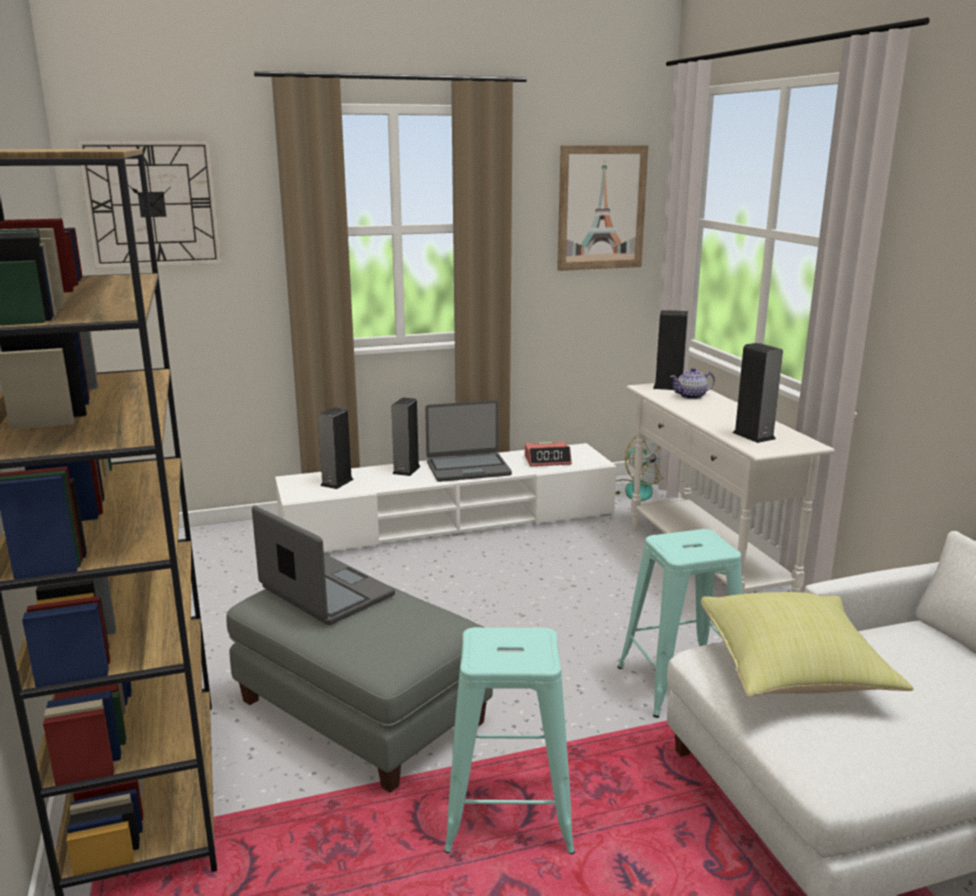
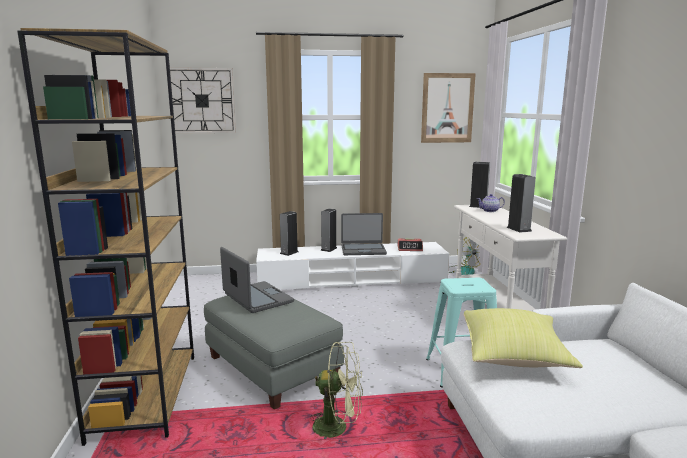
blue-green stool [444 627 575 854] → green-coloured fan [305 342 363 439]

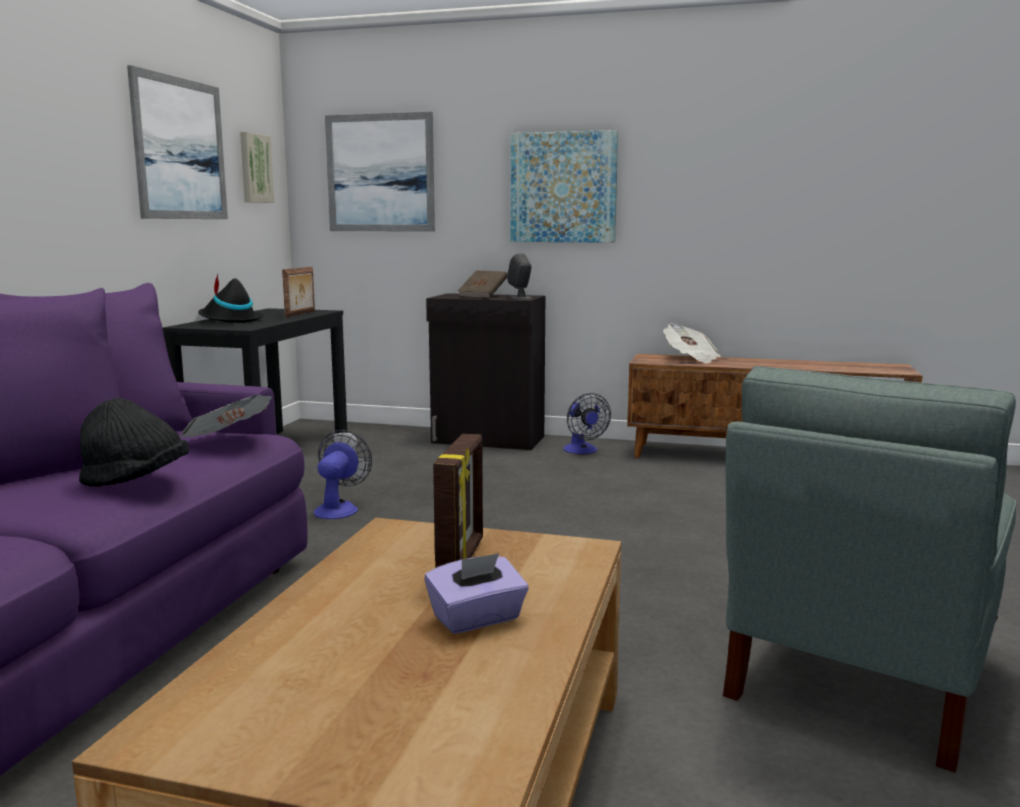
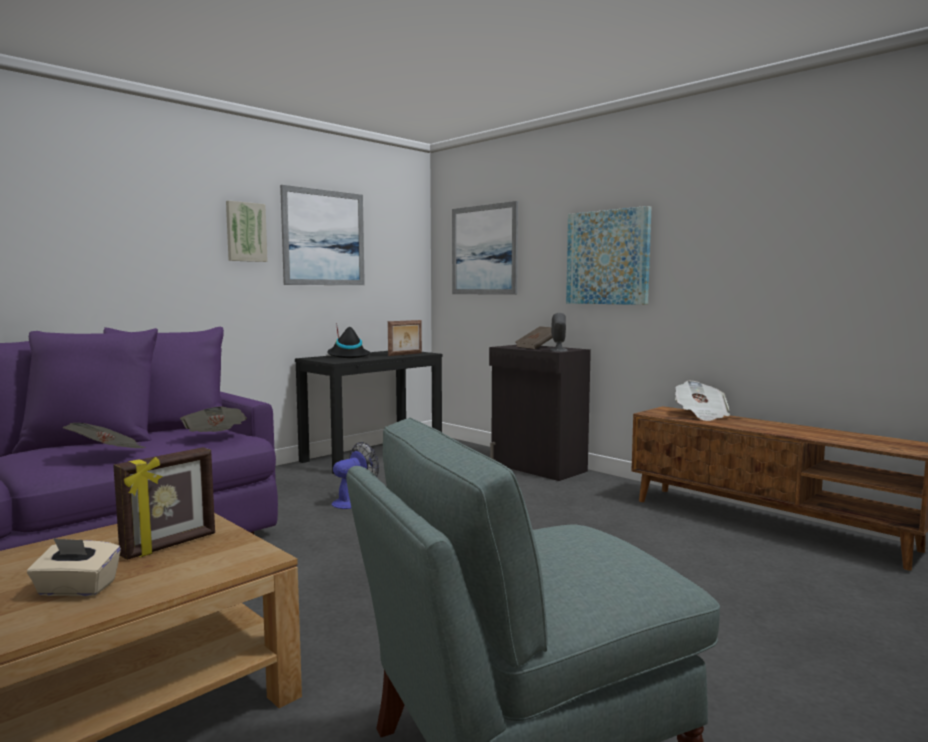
fan [563 393 611 454] → -
wall picture [240 132 274 203] → wall picture [226 201 268 262], move
black wearable hat [79 398 189 487] → daily paper [62 423 146 448]
purple tissue holder [424 553 529 634] → sand-coloured tissue holder [27 538 121 596]

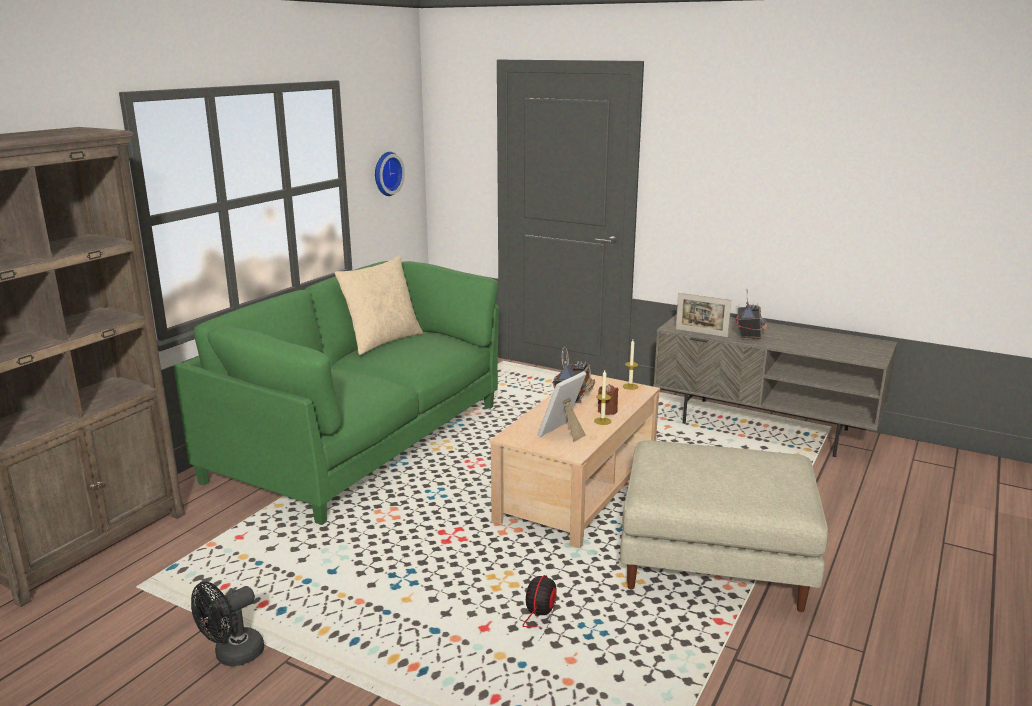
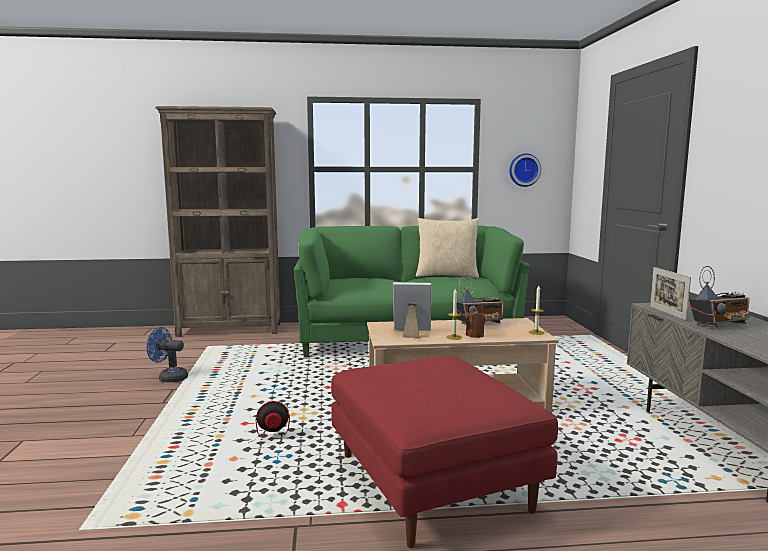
black fan [191 582 264 666] → bluish fan [146 327 188 383]
sand-coloured footrest [620 440 828 612] → reddish footrest [331 356 558 548]

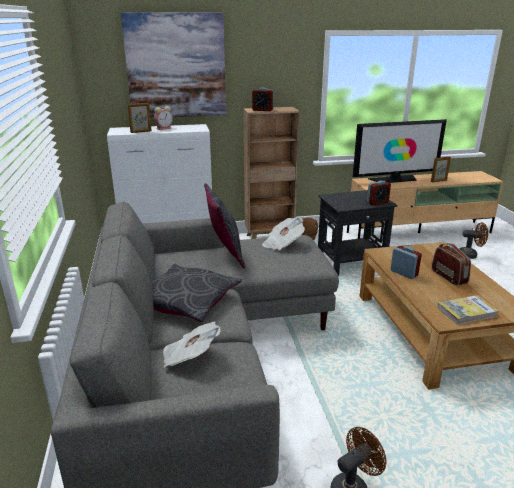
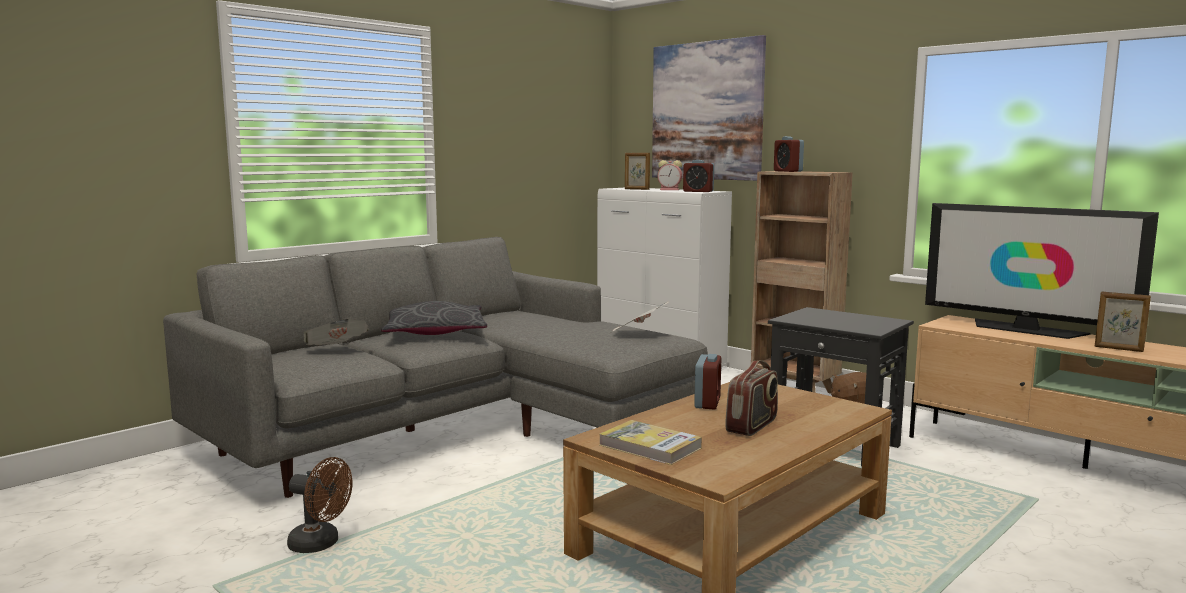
grey cushion [204 183 245 269] → -
brownish fan [459 222 488 259] → -
alarm clock [367 181 391 206] → alarm clock [683 160 714 192], move

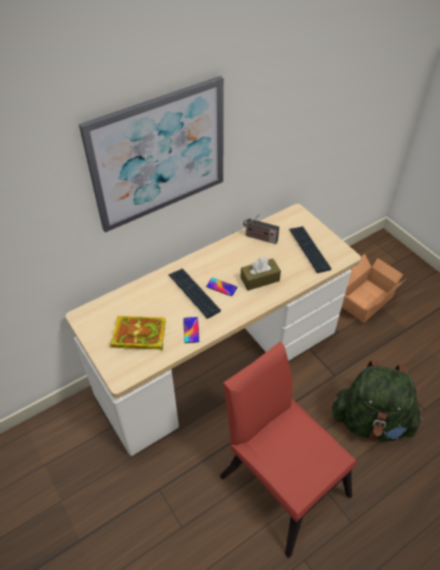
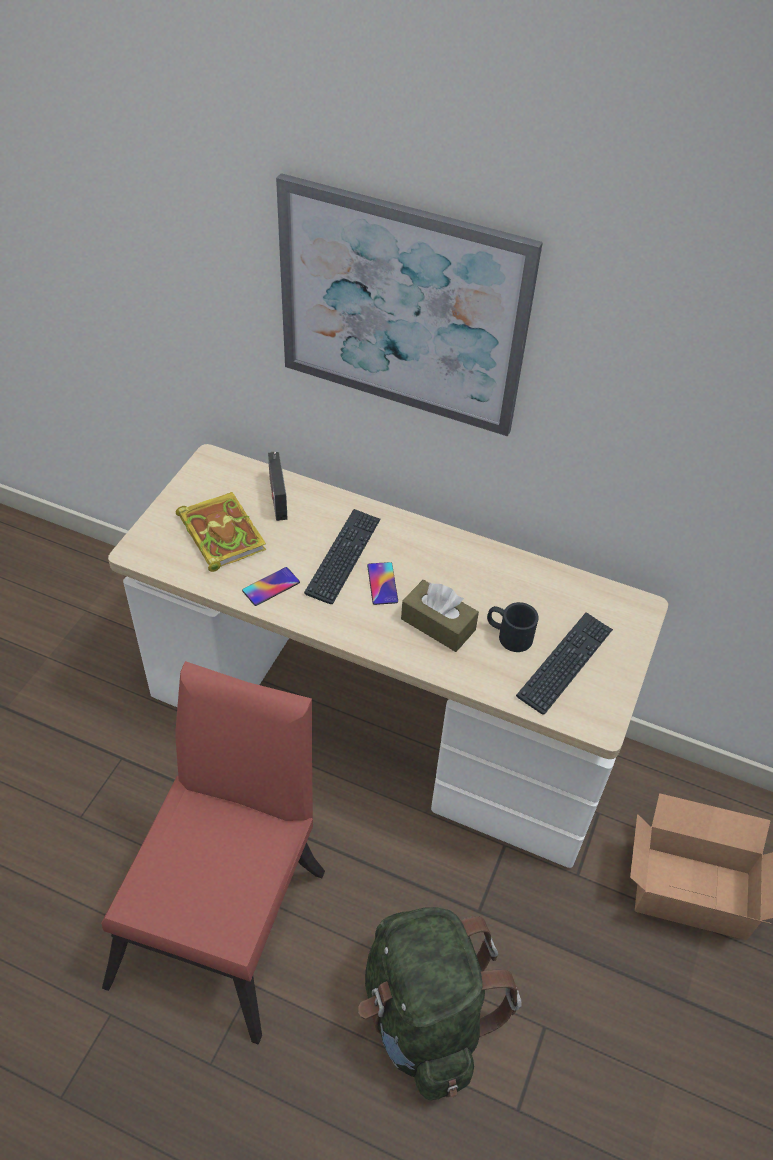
- → black mug [487 602 539 652]
radio receiver [243 215 279 244] → radio receiver [268 451 288 521], move

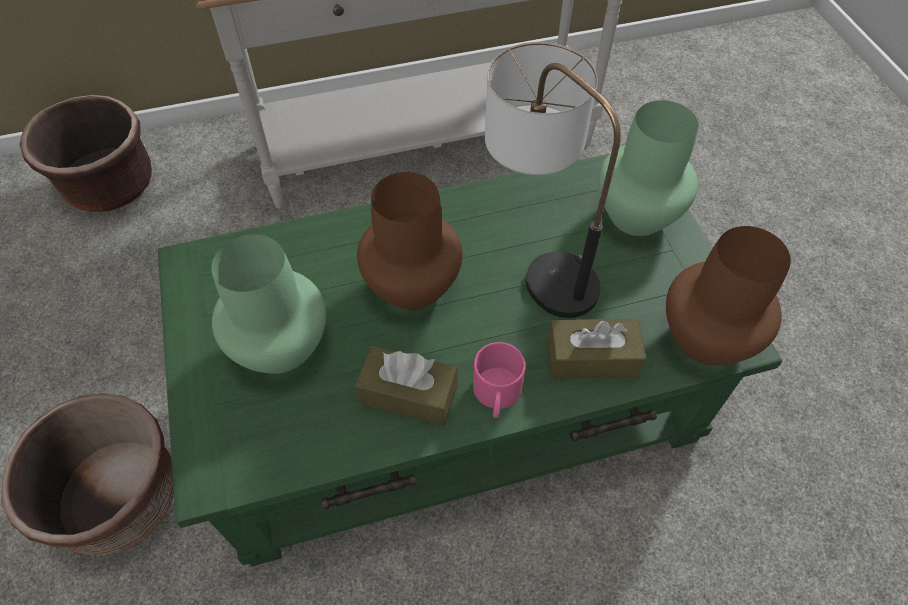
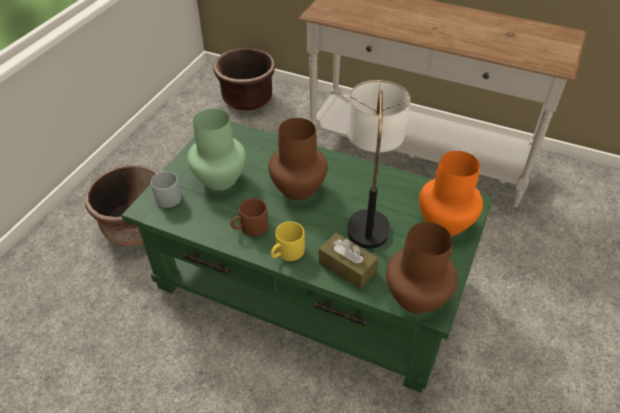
- → grey mug [151 171 182 208]
brownish tissue holder [355 345 458 426] → brownish mug [230 198 268 236]
pinkish mug [473 342 525 418] → yellow-coloured mug [271 221 305 261]
green-coloured decorative vase [598 100 698 236] → orange decorative vase [419 151 483 236]

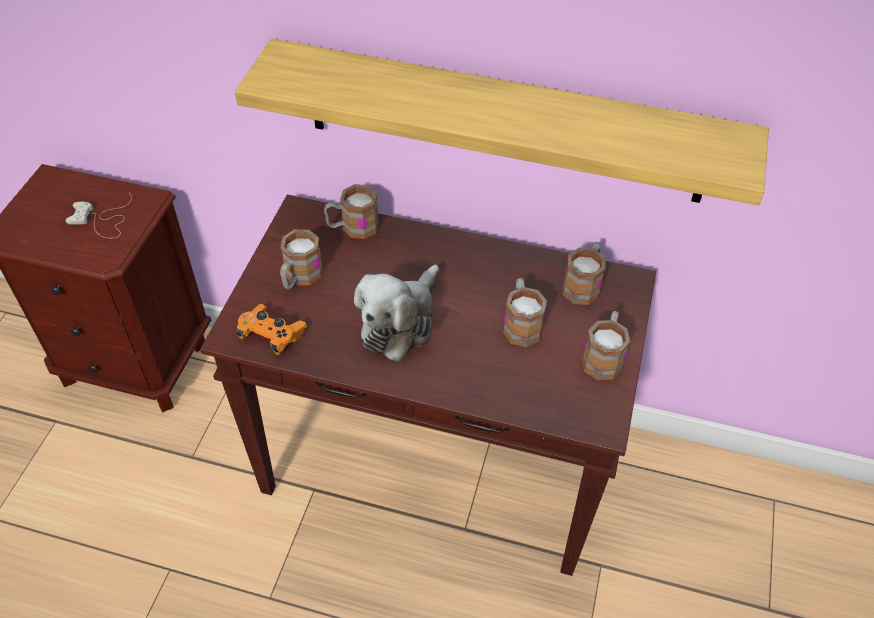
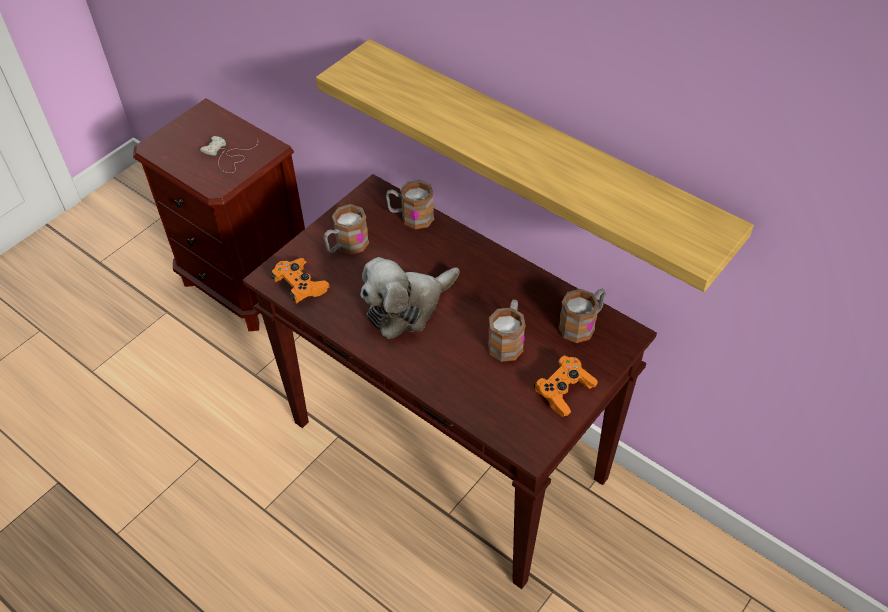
mug [582 311 631 380] → orange game controller [534 356 598 417]

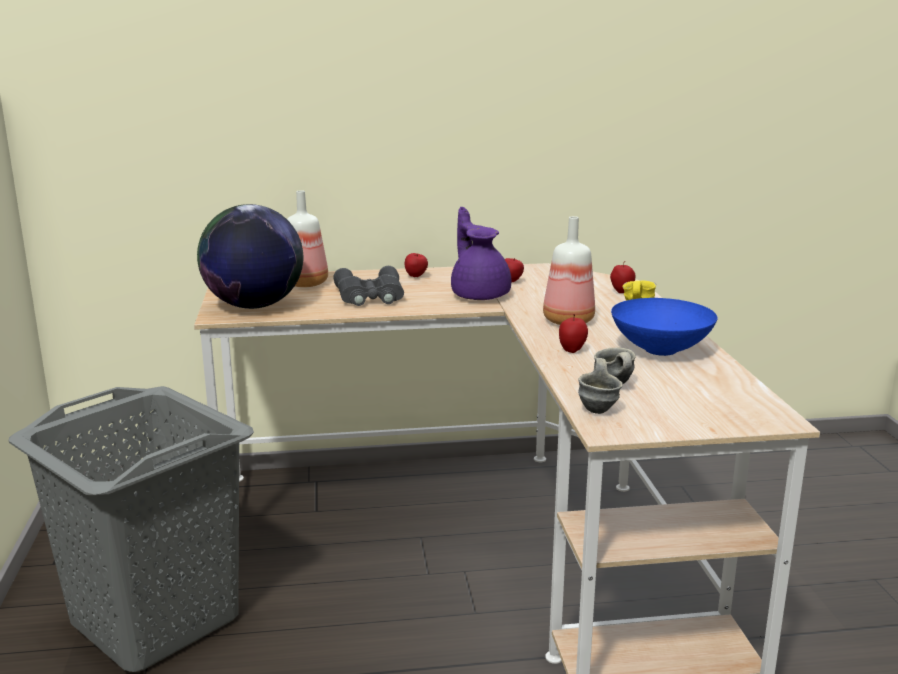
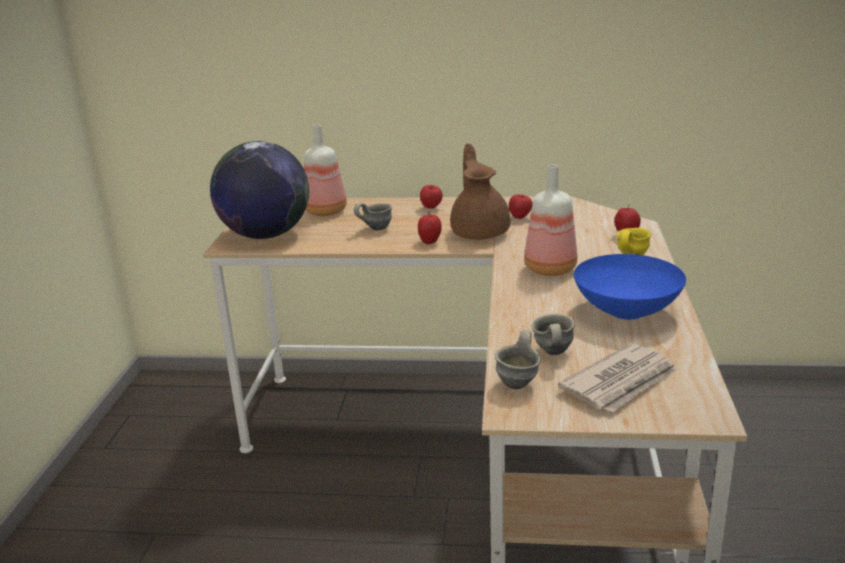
grey laundry basket [9 386 254 672] → -
- → daily paper [558 343 677 412]
apple fruit [559 314 588 353] → apple fruit [418 212 442 245], move
grey binoculars [333 266 404 306] → grey mug [354 203 392 230]
purple pot for tea [451 207 511 300] → brownish pot for tea [450 143 510 240]

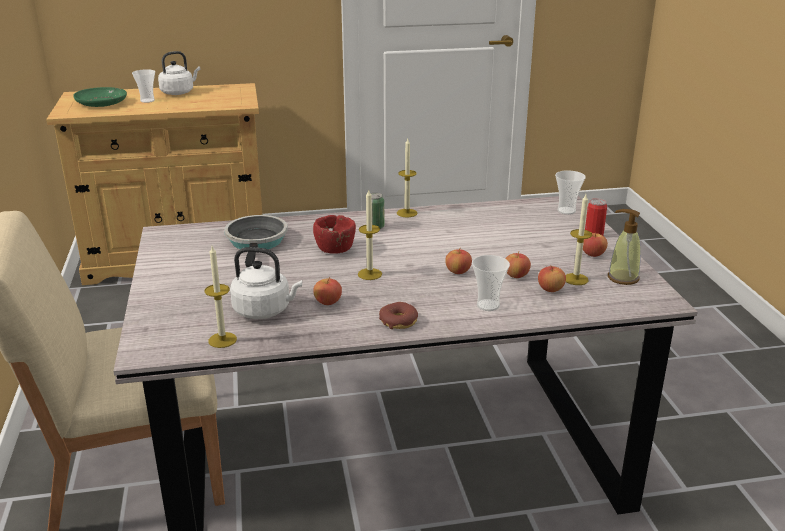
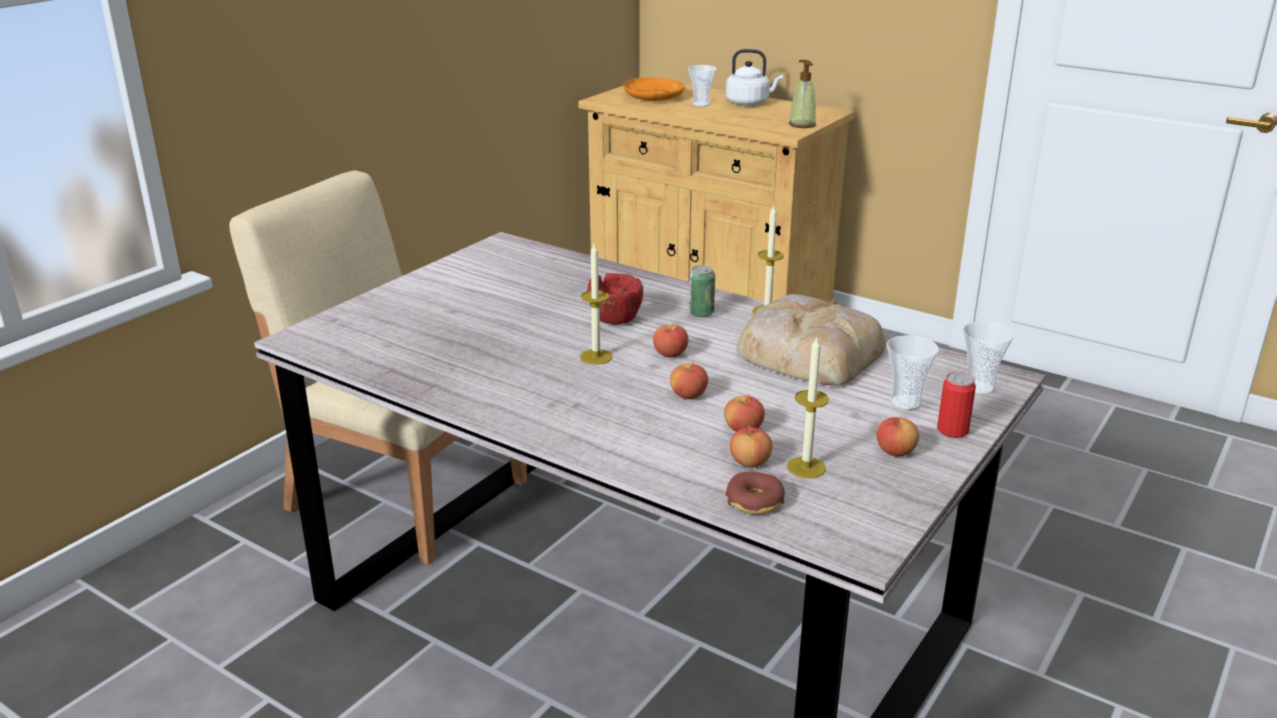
wax light [204 246 237 348] → -
skillet [225 215 288 267] → -
whitish kettle [230 247 302 319] → -
- → bread [737 294 886 386]
apple fruit [313 277 342 305] → apple fruit [653 323 689 358], move
doughnut [379 302 418 329] → doughnut [725 472 785 515], move
small cup [472 255 510 311] → small cup [887 335 939 411], move
soap dispenser [608 209 641 285] → soap dispenser [789 60 816 128], move
green-coloured plate [73 87 127 107] → orange plate [623 77 685 101]

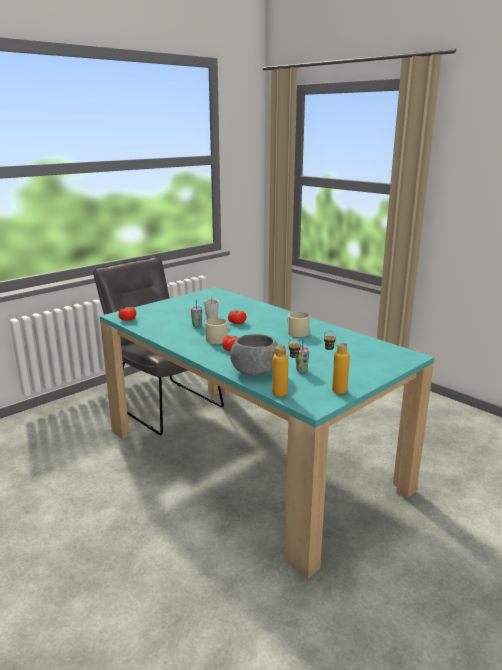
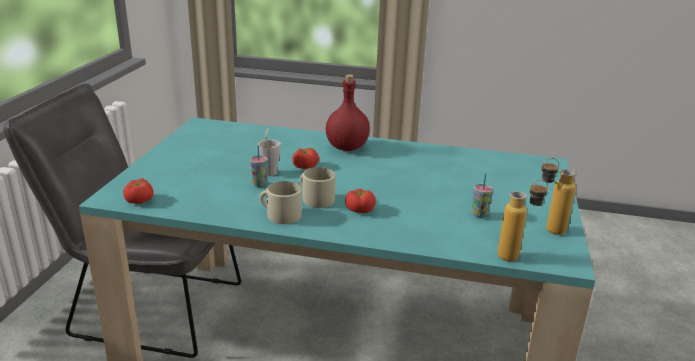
grey deep dish [230 334 278 376] → -
- → reddish drink bottle [326 74 370 151]
sand-coloured mug [287 312 310 337] → sand-coloured mug [259 181 302 224], move

